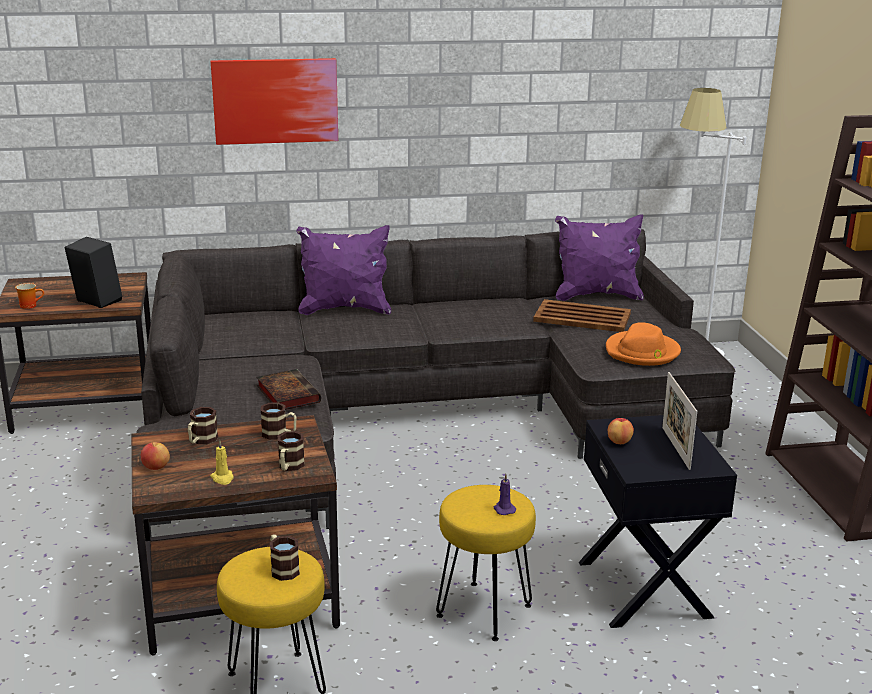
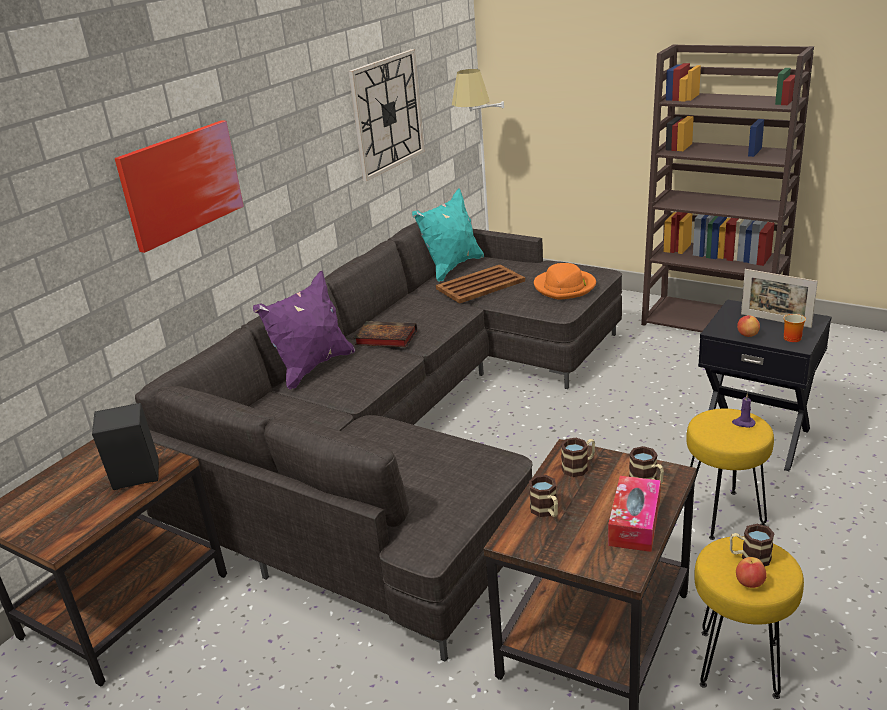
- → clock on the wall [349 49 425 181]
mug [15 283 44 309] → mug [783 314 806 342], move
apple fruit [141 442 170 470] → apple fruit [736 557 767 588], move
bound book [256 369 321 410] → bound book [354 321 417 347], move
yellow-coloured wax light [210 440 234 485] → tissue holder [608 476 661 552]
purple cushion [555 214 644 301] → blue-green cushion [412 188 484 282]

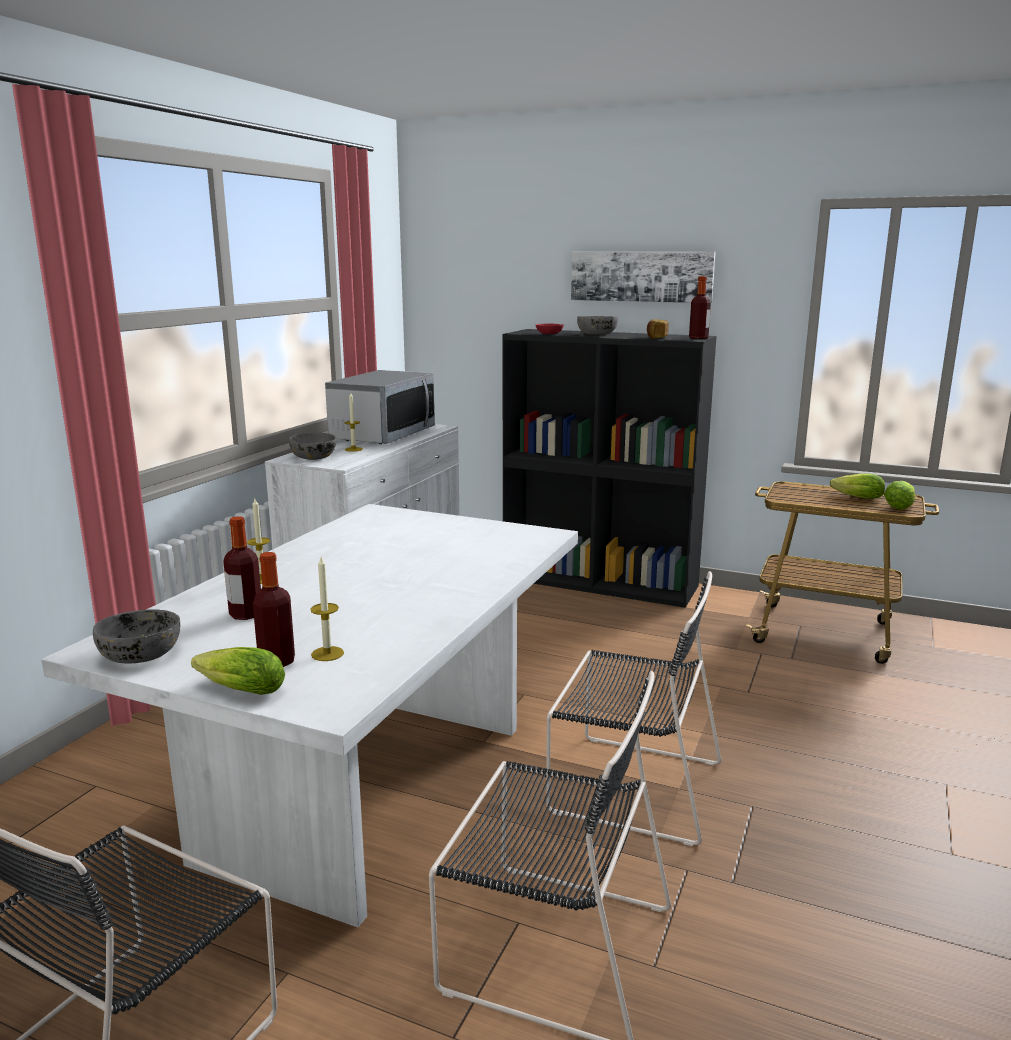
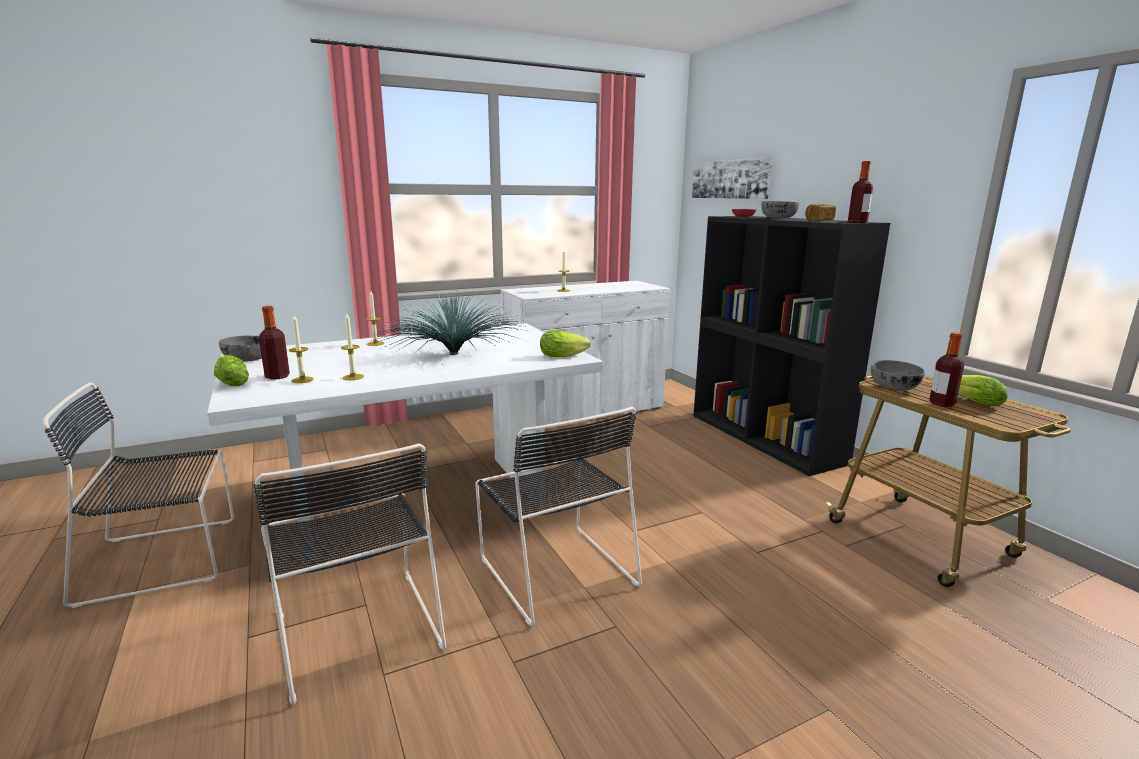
microwave [325 370 435 444] → -
- → wax light [341 313 364 380]
- → houseplant [371 291 527 355]
drink bottle [223 516 261 620] → drink bottle [929 332 964 407], move
grey deep dish [289 432 336 460] → grey deep dish [871 360 925 391], move
wall picture [571 252 716 303] → wall picture [692 157 772 199], move
lettuce [884 481 915 510] → lettuce [540 330 591 357], move

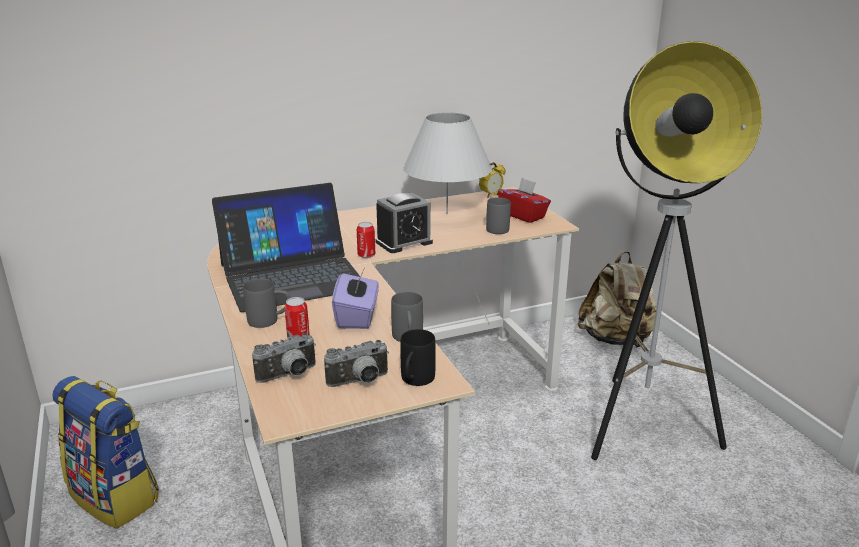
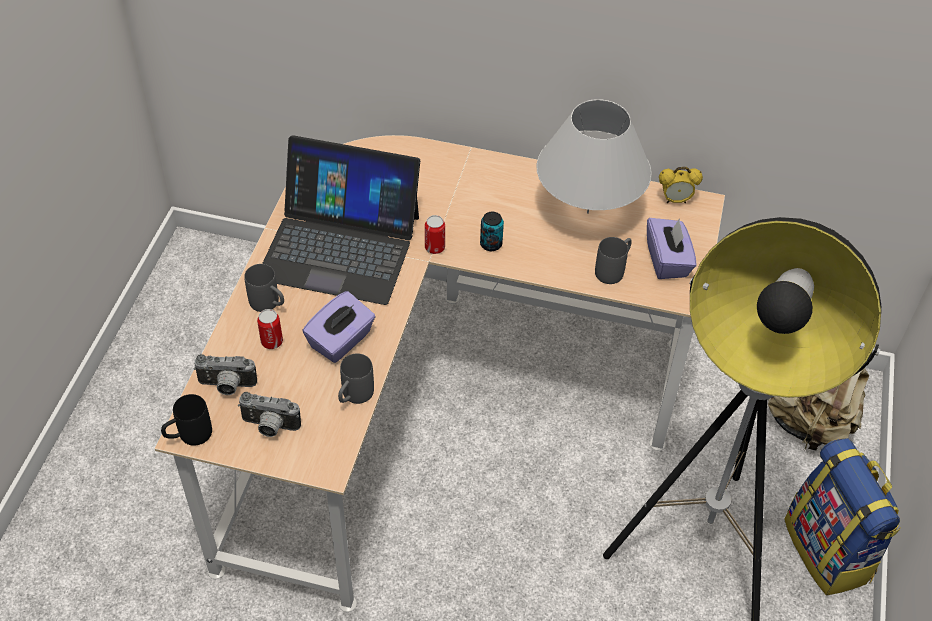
rucksack [52 376 159 529] → rucksack [784 438 901 595], move
black mug [400 329 436 386] → black mug [161 394 212 446], move
alarm clock [375 192 433 253] → metal can [480 212 504 251]
reddish tissue holder [498 178 551 223] → purple tissue holder [647 218 697 279]

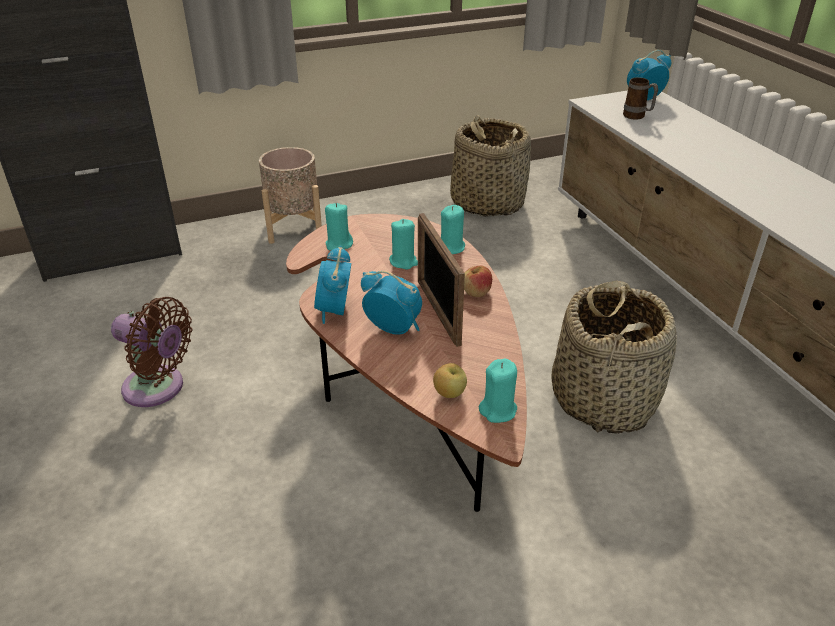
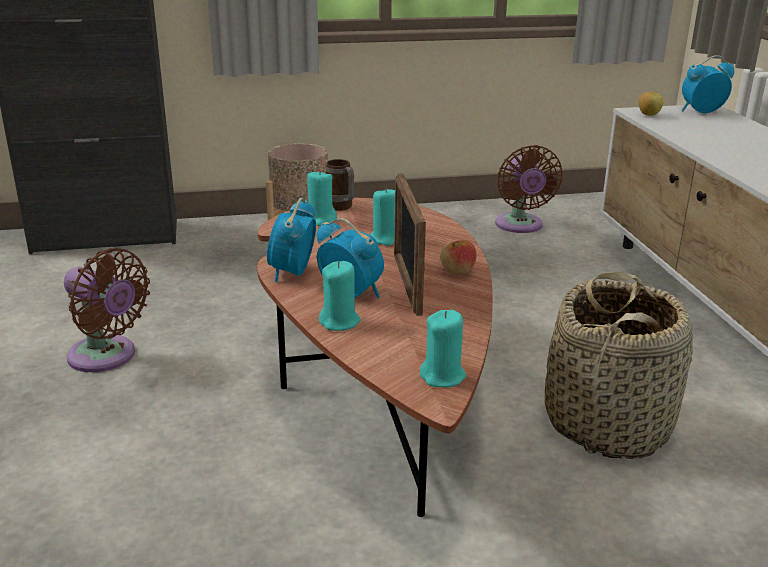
apple fruit [433 363 467 398] → apple fruit [639 92 664 116], move
blue-green wax light [441 205 465 254] → blue-green wax light [319 261 361 331], move
mug [623 77 658 120] → mug [326 159 354 211], move
basket [450 115 531 217] → brownish fan [495 145 563 233]

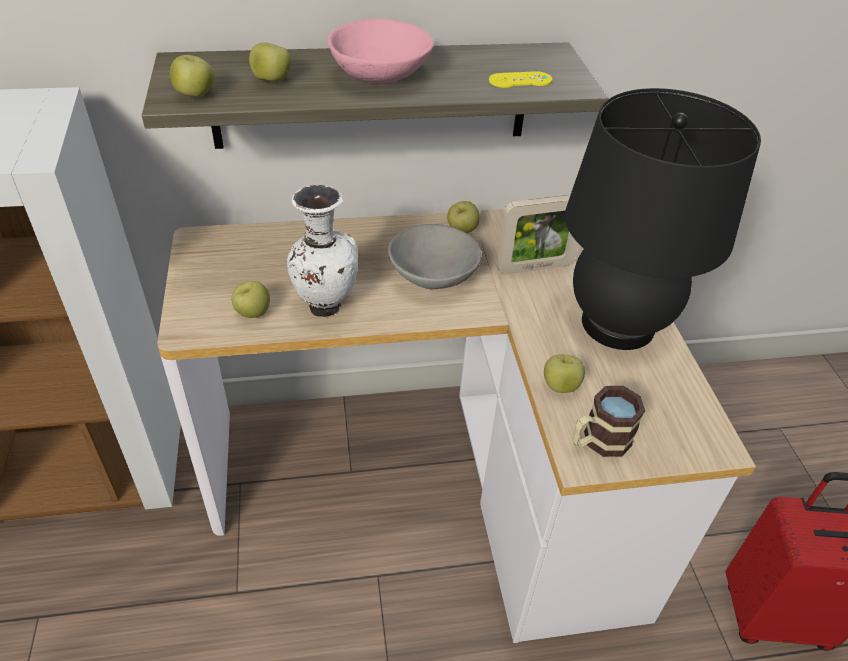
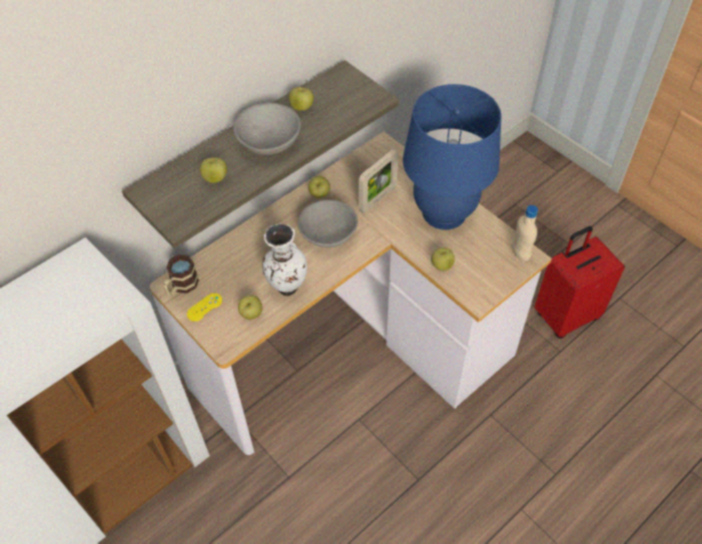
- → sand-coloured drink bottle [512 205 538 261]
apple fruit [170 55 214 97] → apple fruit [289 87 314 111], move
yellow-coloured game controller [489 71 552 88] → yellow-coloured game controller [187 293 222 321], move
mug [572 386 645 457] → mug [164 255 199 296], move
pinkish deep dish [328 19 434 83] → grey deep dish [234 103 301 155]
black lamp for a table [565 88 761 350] → bluish lamp for a table [403 84 501 230]

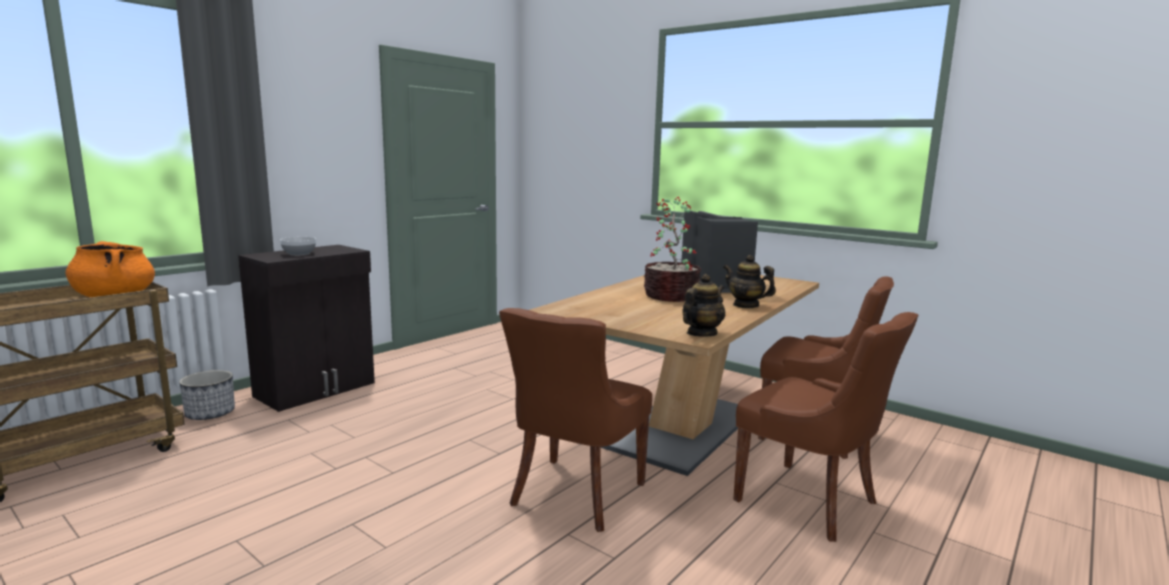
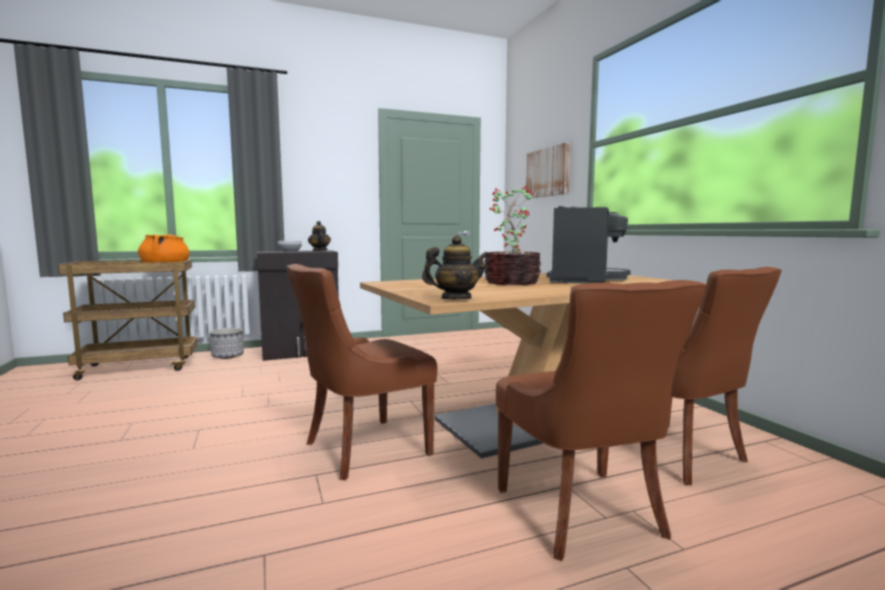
- → wall picture [526 142 570 198]
pot for tea [723 255 776 308] → pot for tea [308 221 331 251], move

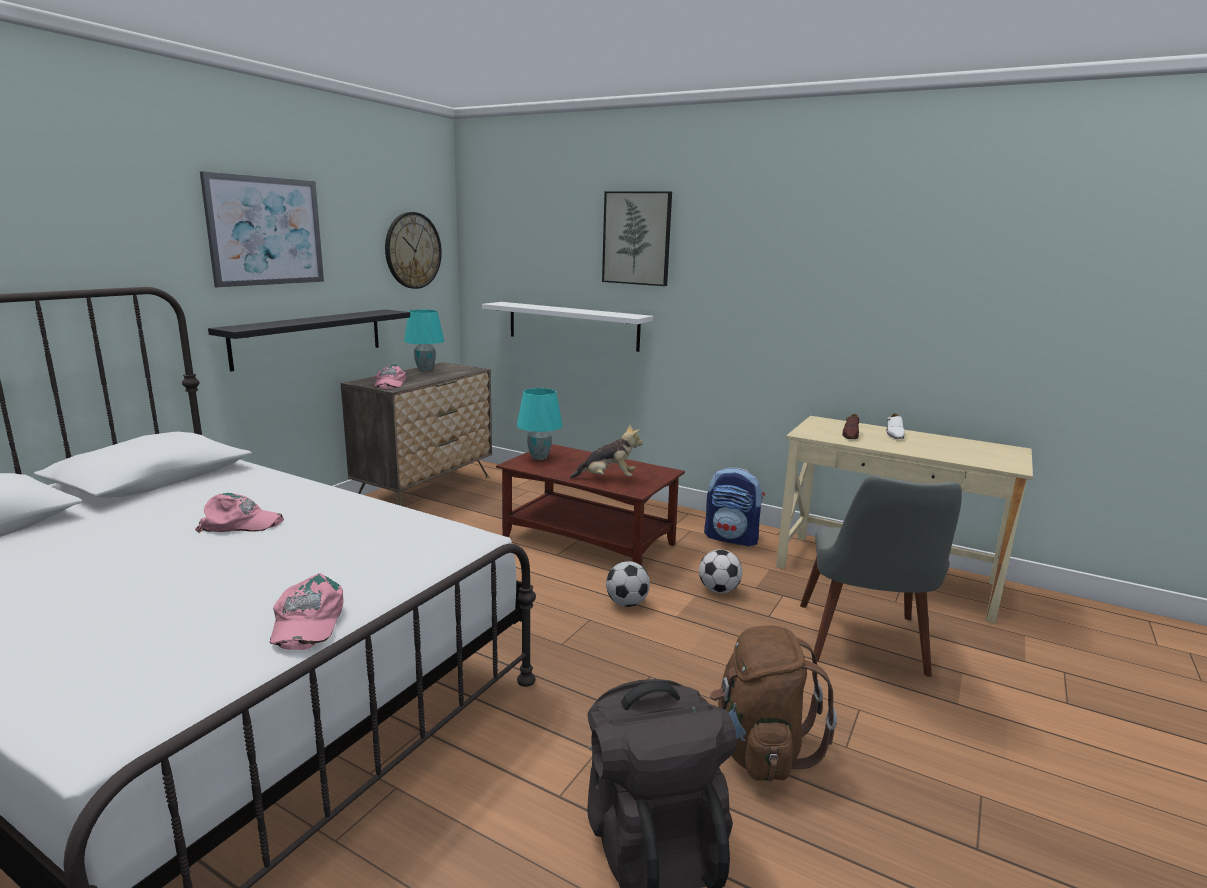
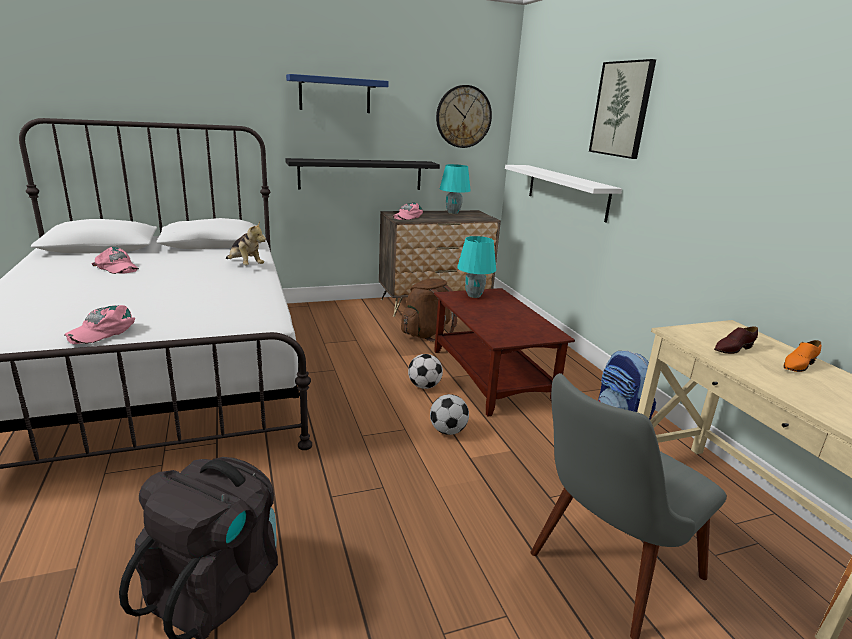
pinkish baseball cap [195 493 284 533] → pinkish baseball cap [91 247 139 274], move
soft toy [570 424 643 479] → soft toy [226 222 266 265], move
football ball [699 549 742 593] → football ball [408 354 443 389], move
brownish rucksack [710 625 837 782] → brownish rucksack [401 278 457 342], move
wall picture [200 171 324 288] → bluish shelf [286 74 389 113]
whitish shoe [886 413 905 439] → orange shoe [784 340 821 372]

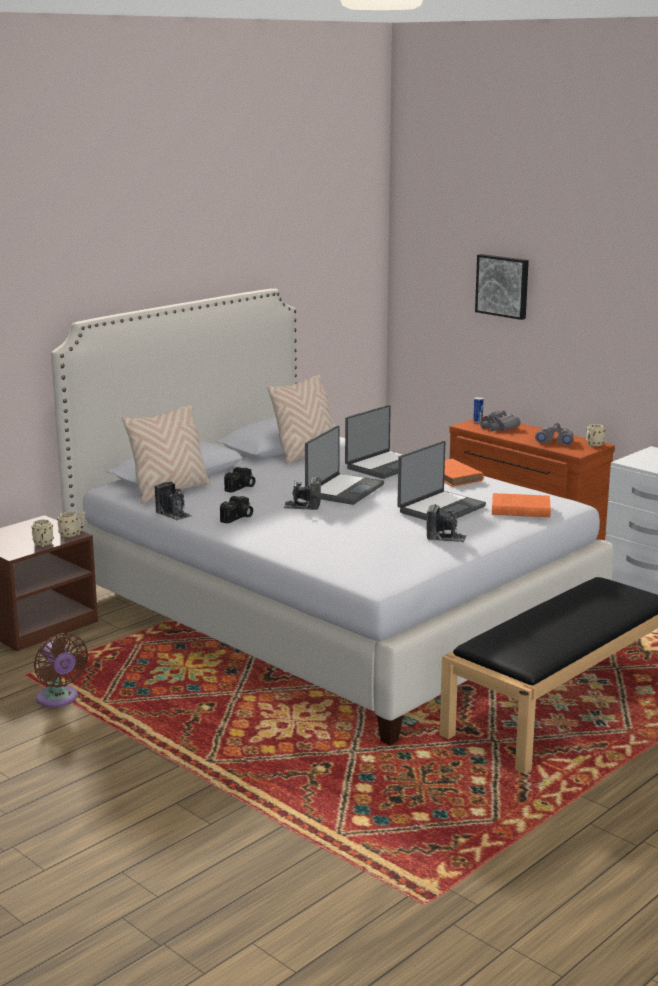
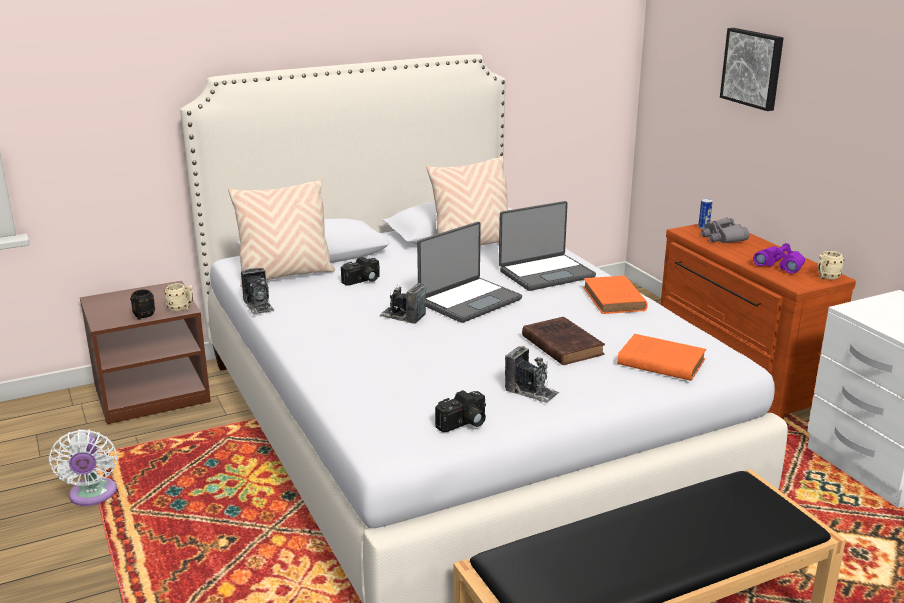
still camera [220 496 253 523] → still camera [435 390 486 432], move
notebook computer [397 441 486 520] → brownish bound book [522 317 605 365]
sand-coloured mug [31 519 54 547] → black mug [130 289 155 320]
brownish fan [34 633 88 707] → whitish fan [49 430 117 506]
grey binoculars [535 423 574 446] → purple binoculars [753 243 805 274]

